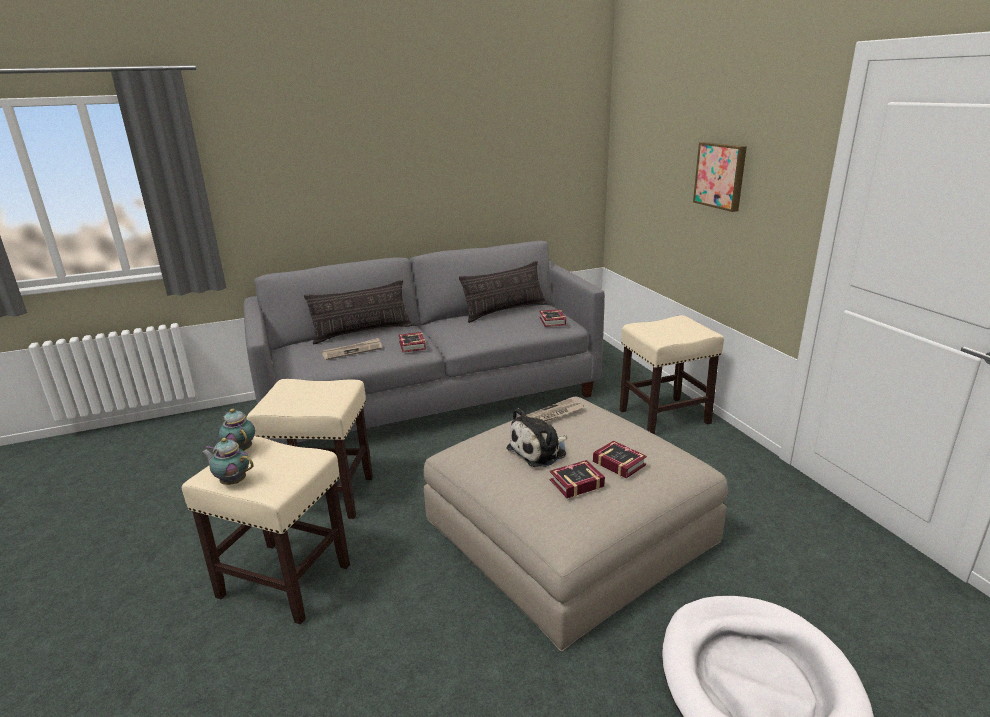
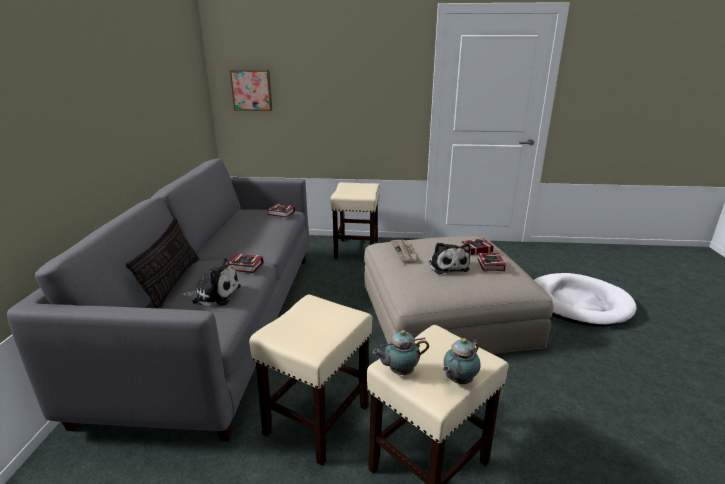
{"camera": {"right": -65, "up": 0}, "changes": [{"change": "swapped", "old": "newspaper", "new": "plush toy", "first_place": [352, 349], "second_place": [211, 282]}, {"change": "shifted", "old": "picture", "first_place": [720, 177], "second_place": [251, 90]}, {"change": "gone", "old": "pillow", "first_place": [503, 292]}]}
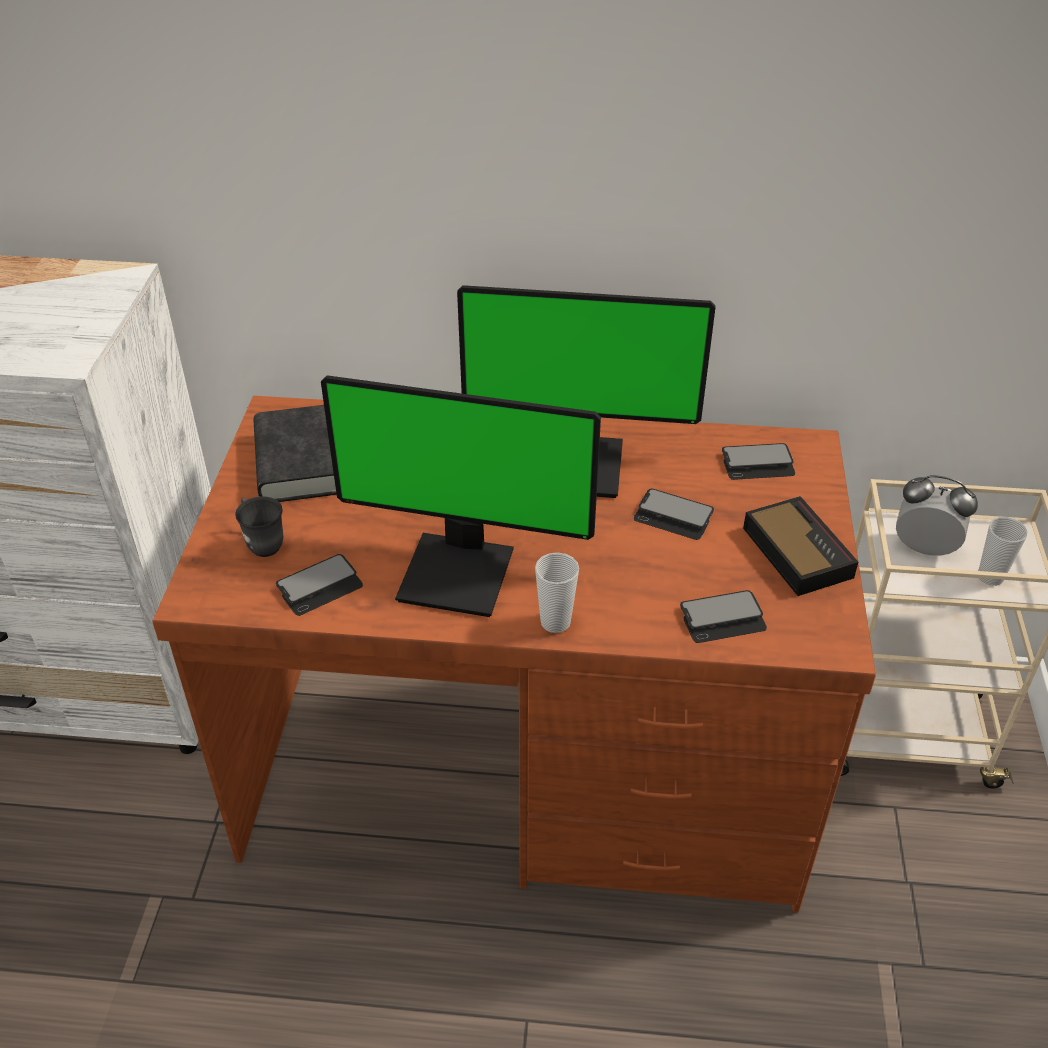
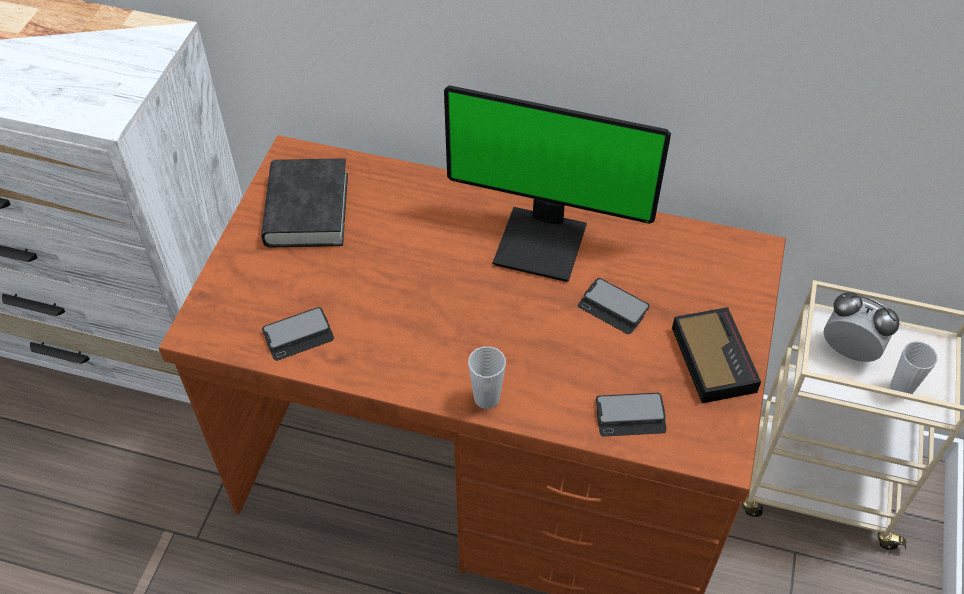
{"camera": {"right": 10, "up": 10}, "changes": [{"change": "gone", "old": "grey mug", "first_place": [259, 526]}, {"change": "gone", "old": "monitor", "first_place": [461, 496]}, {"change": "gone", "old": "phone", "first_place": [758, 461]}]}
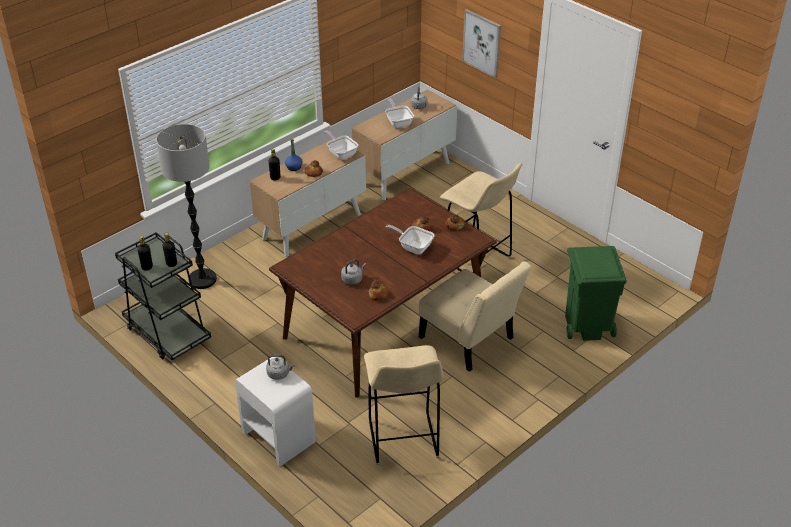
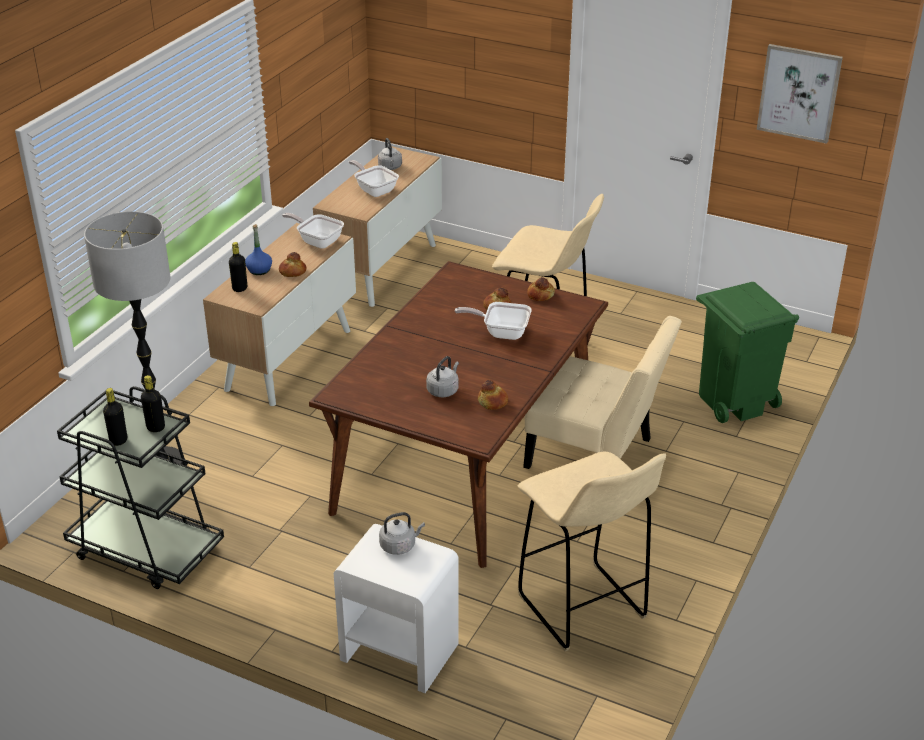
{"camera": {"right": -20, "up": -5}, "changes": [{"change": "shifted", "old": "picture", "first_place": [481, 43], "second_place": [800, 94]}]}
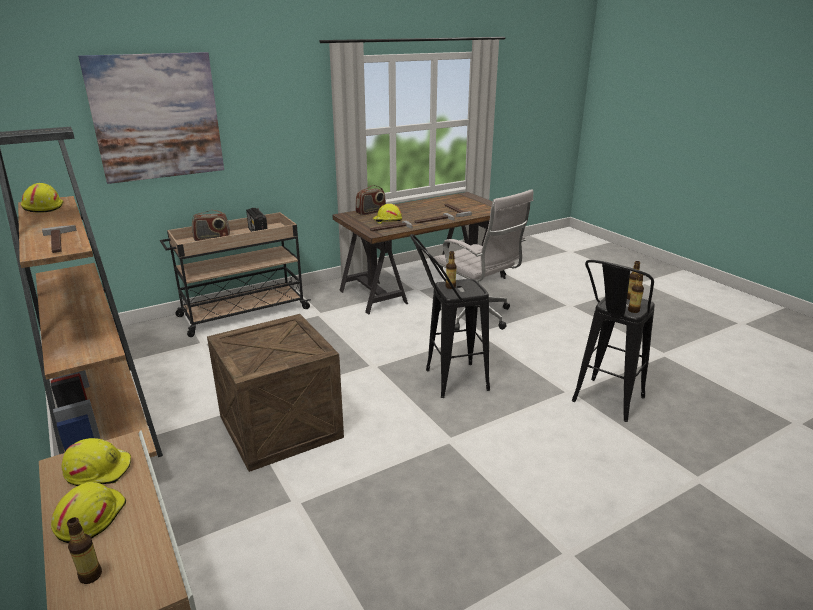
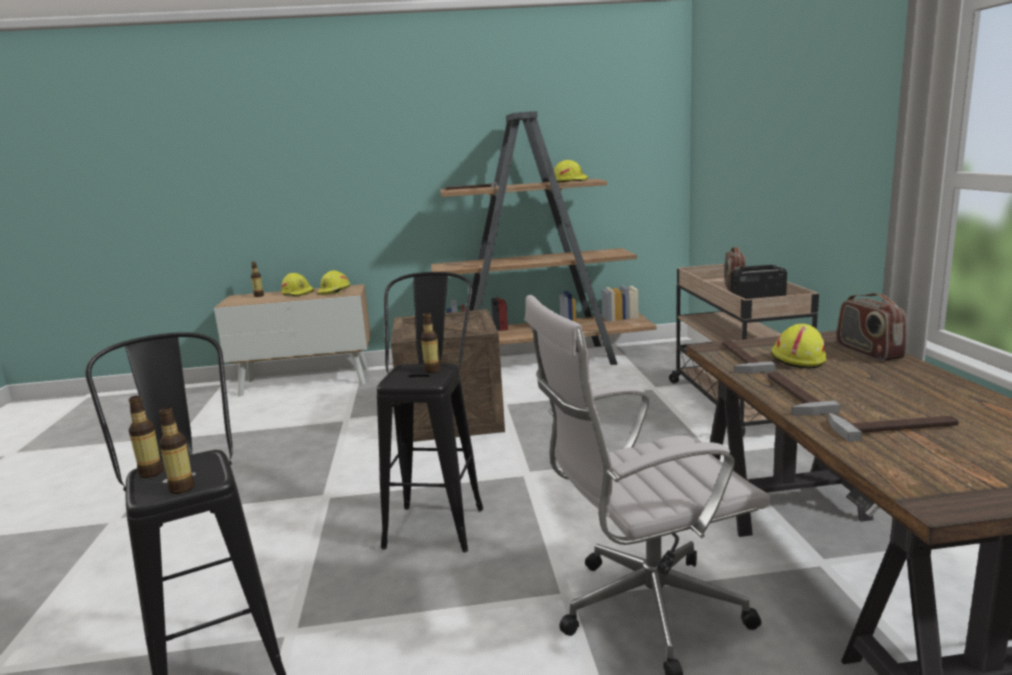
{"camera": {"right": 115, "up": -10}, "changes": [{"change": "gone", "old": "picture", "first_place": [151, 118]}]}
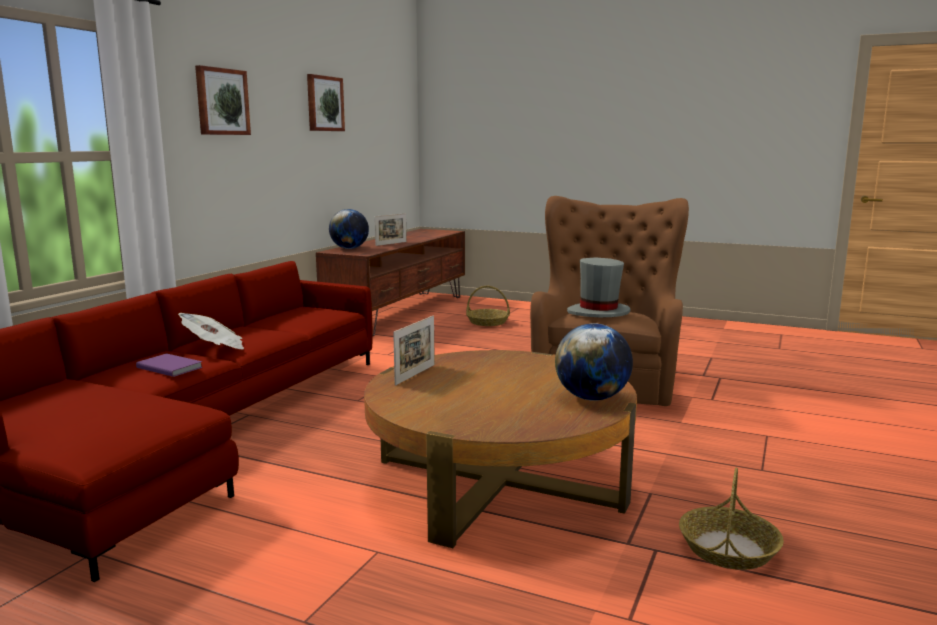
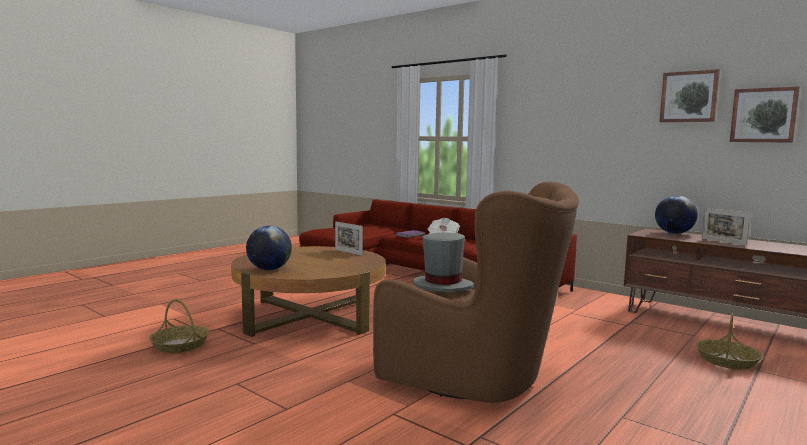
{"camera": {"right": 105, "up": -5}, "changes": [{"change": "shifted", "old": "picture", "first_place": [223, 100], "second_place": [765, 114]}]}
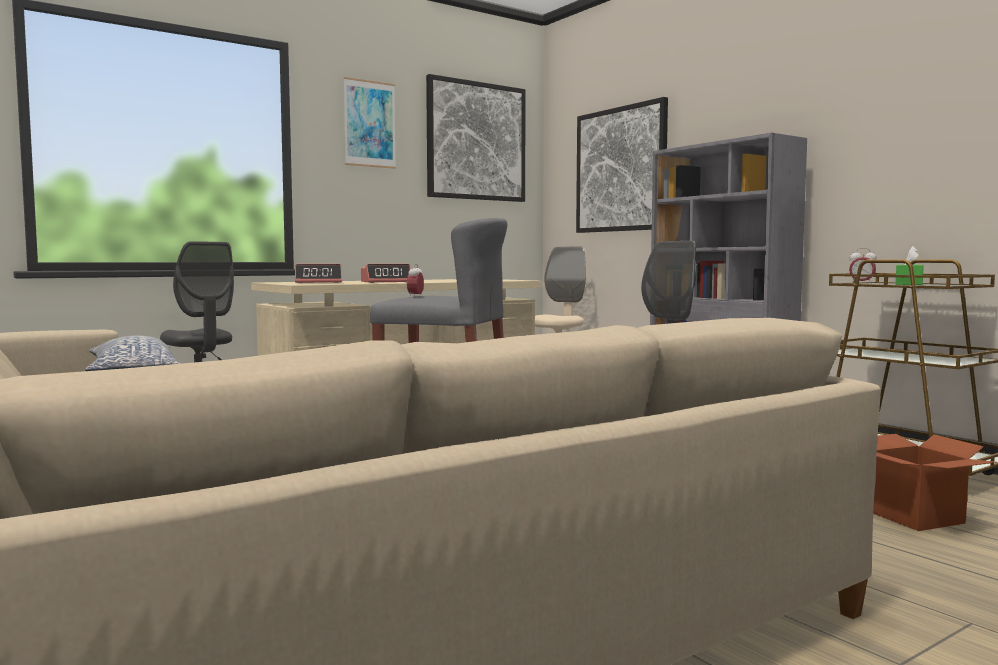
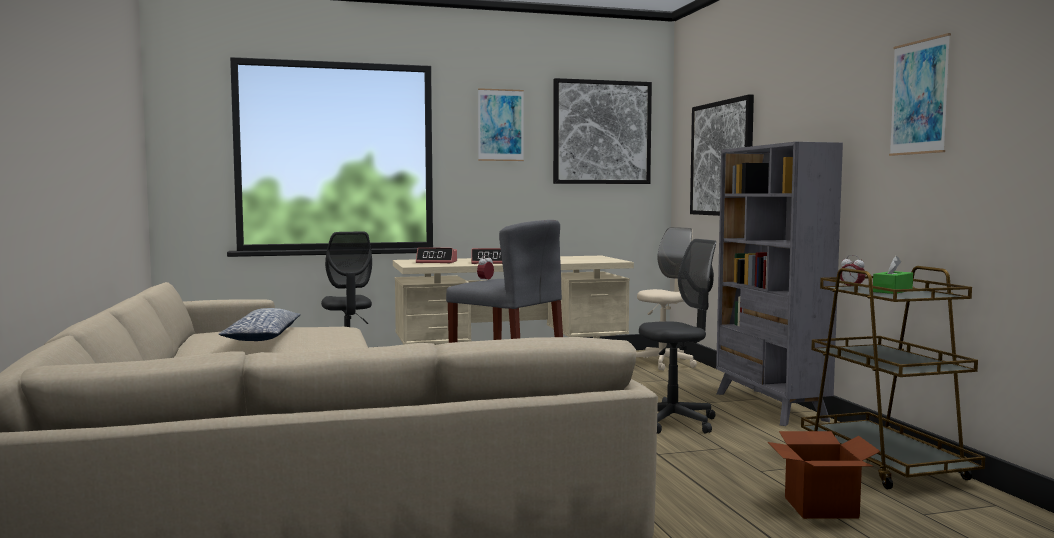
{"camera": {"right": 20, "up": 0}, "changes": [{"change": "new", "new": "picture", "second_place": [920, 94]}]}
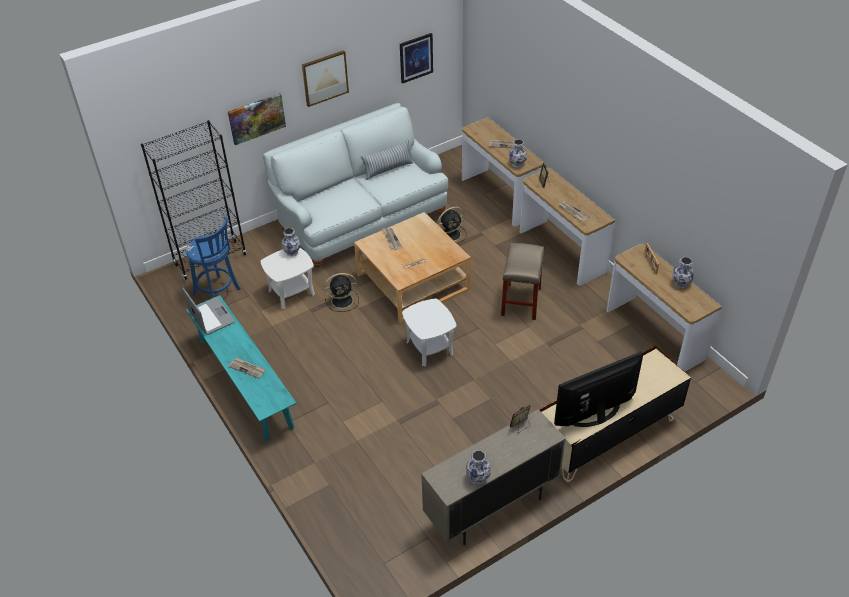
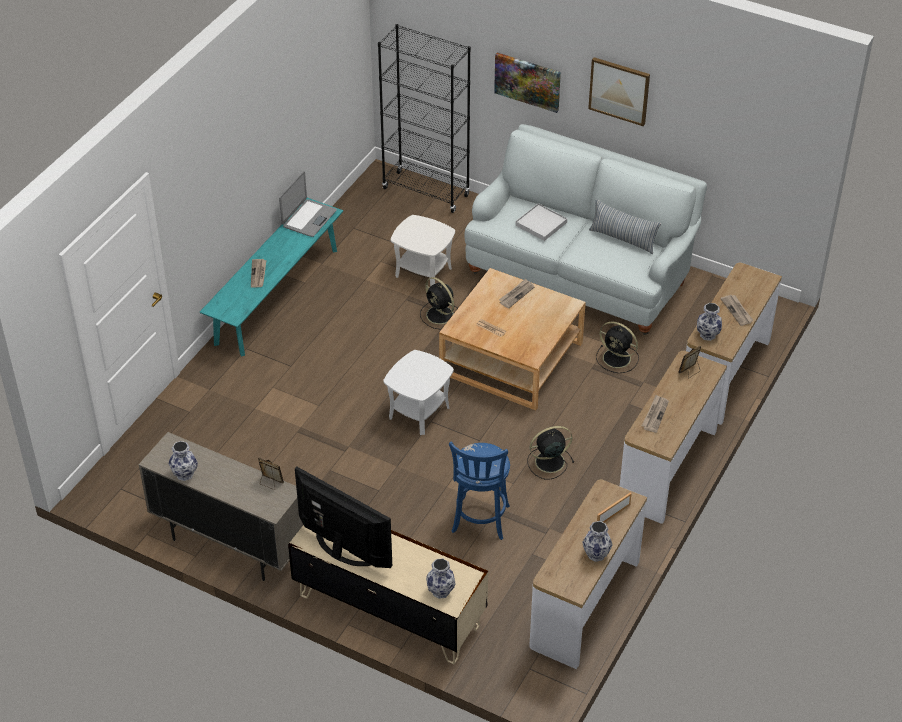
{"camera": {"right": 60, "up": 0}, "changes": [{"change": "shifted", "old": "vase", "first_place": [291, 242], "second_place": [441, 578]}, {"change": "shifted", "old": "blue stool", "first_place": [213, 258], "second_place": [479, 490]}, {"change": "new", "new": "white tray", "second_place": [541, 222]}, {"change": "swapped", "old": "beige stool", "new": "black fan", "first_place": [522, 281], "second_place": [551, 452]}, {"change": "gone", "old": "picture", "first_place": [416, 58]}]}
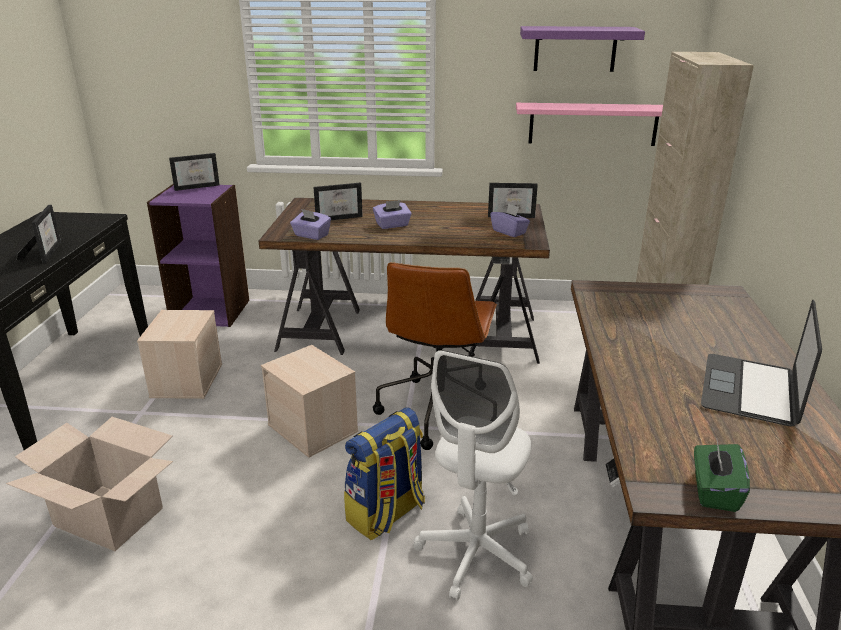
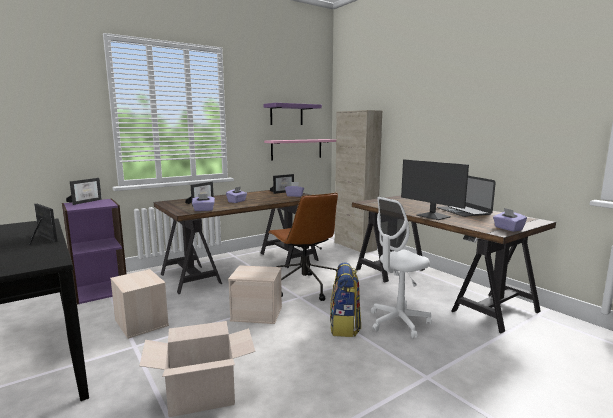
{"camera": {"right": -40, "up": -15}, "changes": [{"change": "rotated", "old": "white office chair", "first_place": [473, 475], "second_place": [401, 267], "degrees": 75}, {"change": "new", "new": "monitor", "second_place": [435, 190]}, {"change": "repainted", "old": "green tissue box", "new": "purple tissue box", "first_place": [722, 476], "second_place": [510, 220]}]}
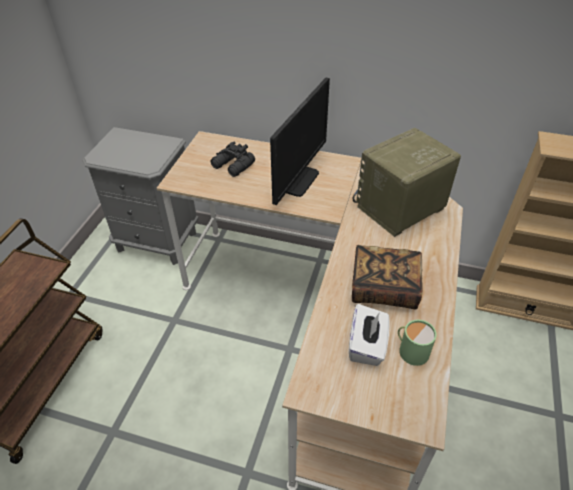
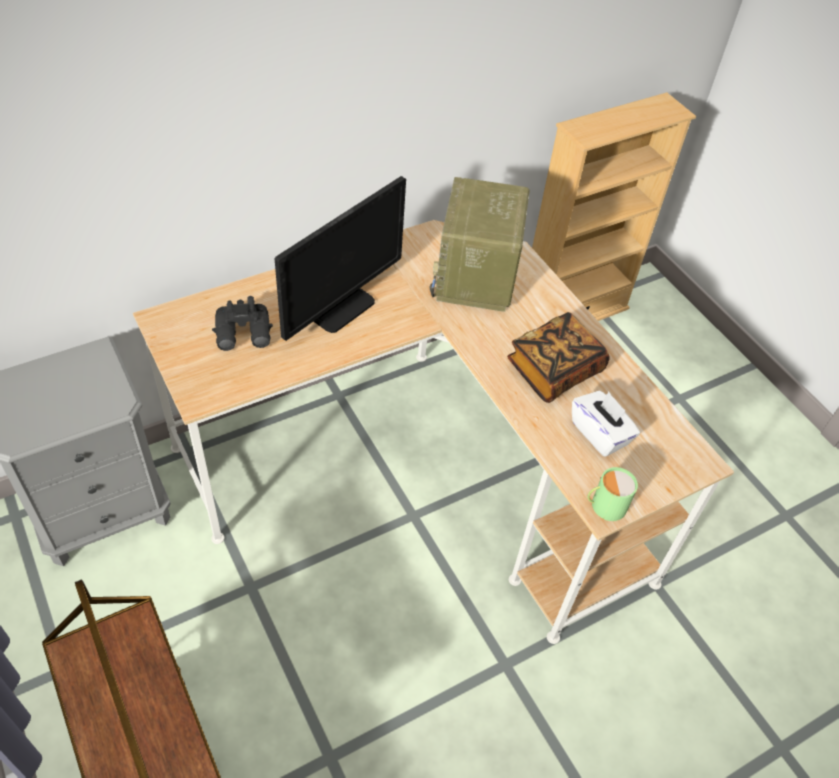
{"camera": {"right": -50, "up": 5}, "changes": [{"change": "rotated", "old": "monitor", "first_place": [300, 141], "second_place": [340, 258], "degrees": 60}, {"change": "shifted", "old": "green mug", "first_place": [417, 343], "second_place": [613, 494]}]}
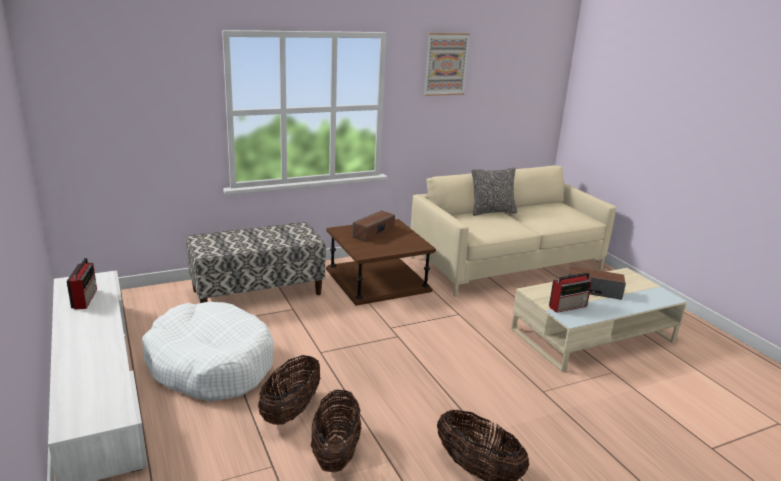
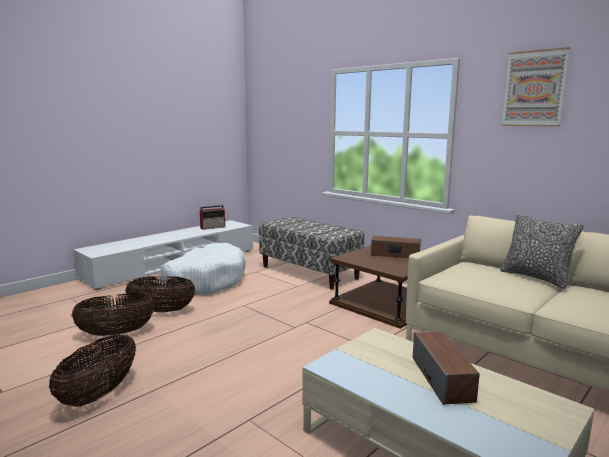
{"camera": {"right": 70, "up": -10}, "changes": [{"change": "gone", "old": "radio", "first_place": [570, 293]}]}
